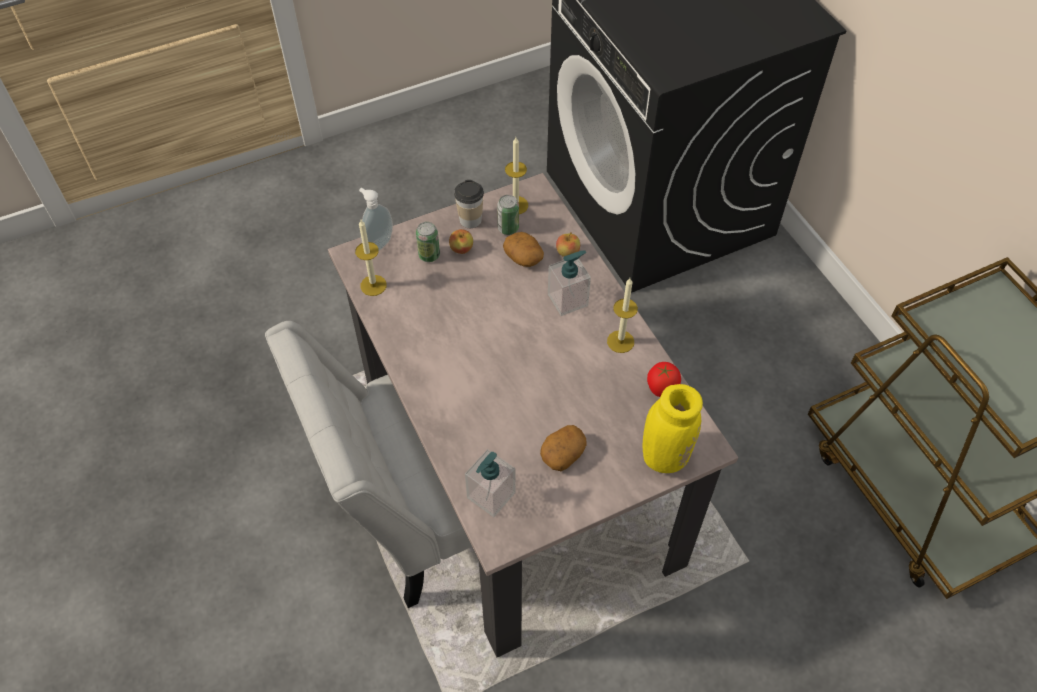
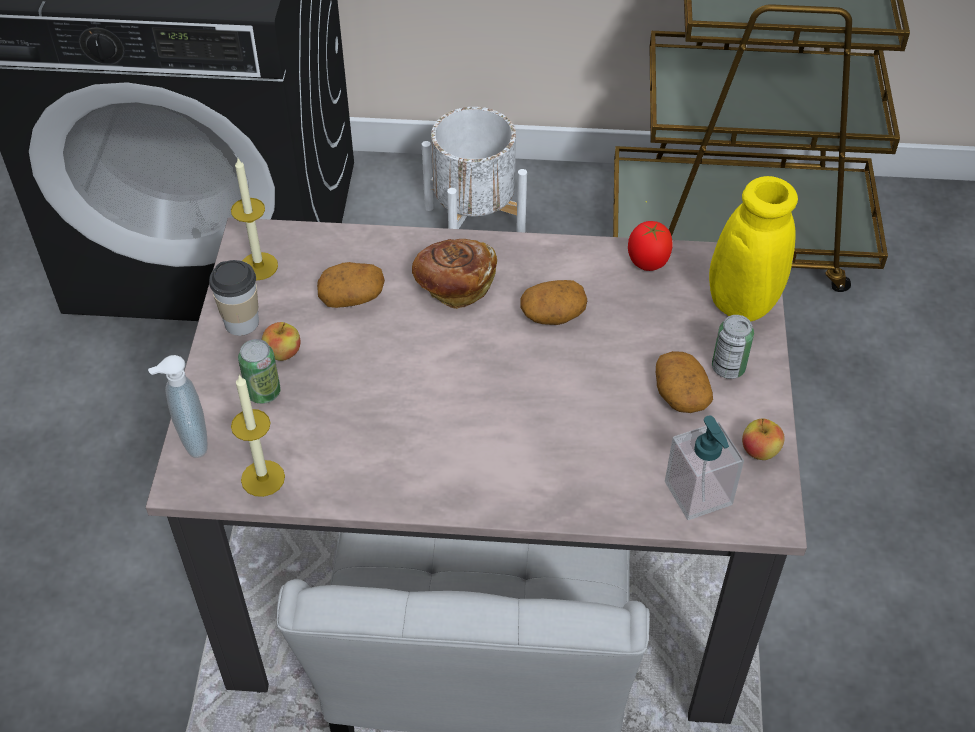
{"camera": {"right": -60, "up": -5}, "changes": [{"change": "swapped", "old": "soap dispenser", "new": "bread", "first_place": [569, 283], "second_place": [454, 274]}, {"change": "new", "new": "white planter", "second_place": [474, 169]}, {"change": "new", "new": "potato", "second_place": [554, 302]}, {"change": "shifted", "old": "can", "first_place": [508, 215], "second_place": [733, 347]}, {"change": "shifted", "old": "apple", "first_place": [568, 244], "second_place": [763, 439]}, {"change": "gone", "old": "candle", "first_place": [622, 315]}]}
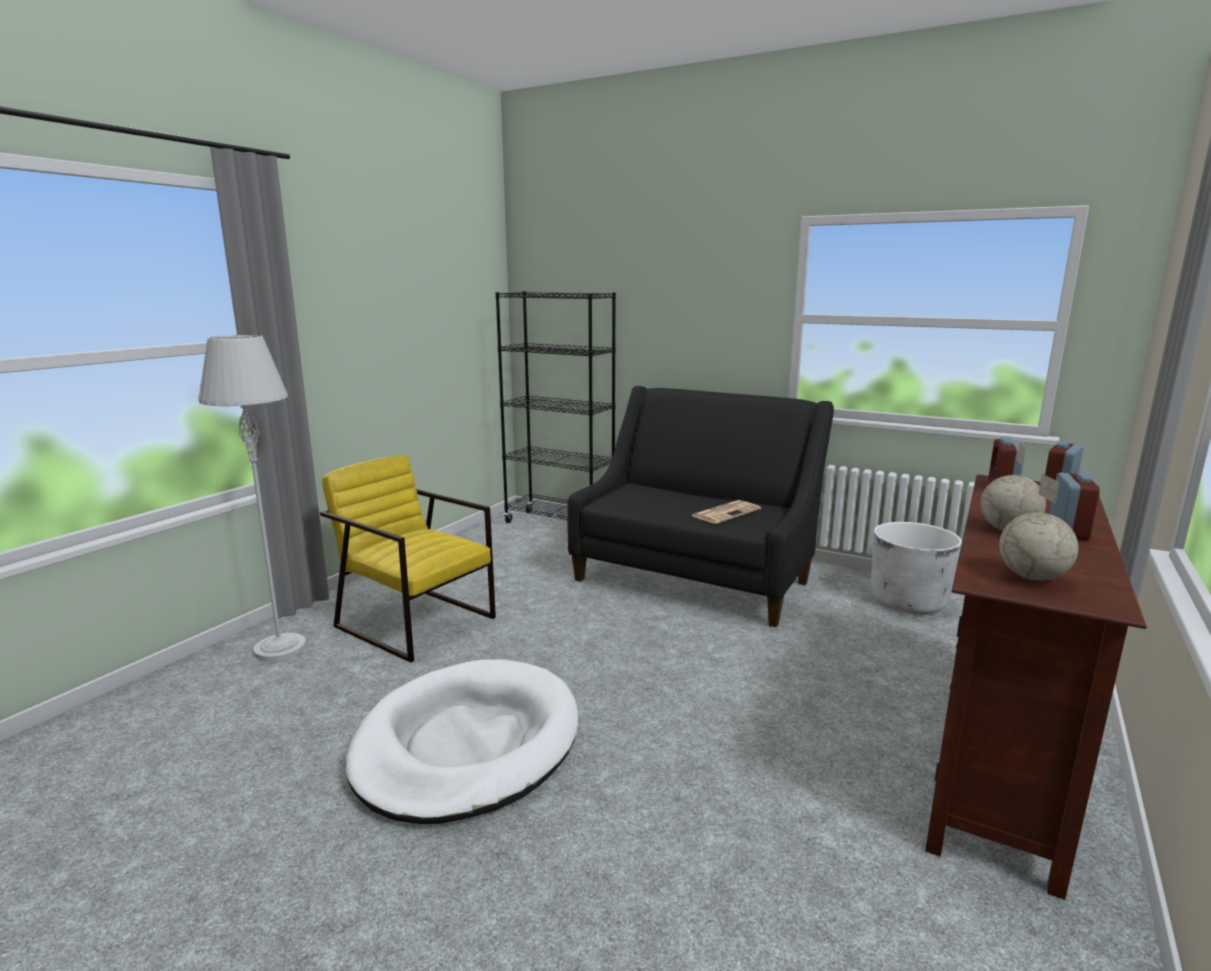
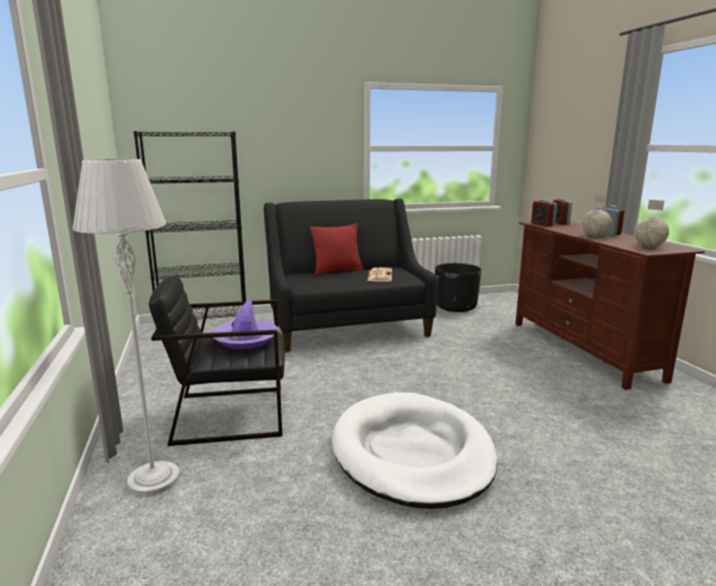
{"camera": {"right": -45, "up": 0}, "changes": [{"change": "repainted", "old": "yellow armchair", "new": "black armchair", "first_place": [408, 559], "second_place": [217, 360]}, {"change": "new", "new": "purple hat", "second_place": [245, 323]}, {"change": "new", "new": "red pillow", "second_place": [336, 249]}, {"change": "repainted", "old": "white planter", "new": "black planter", "first_place": [916, 568], "second_place": [458, 287]}]}
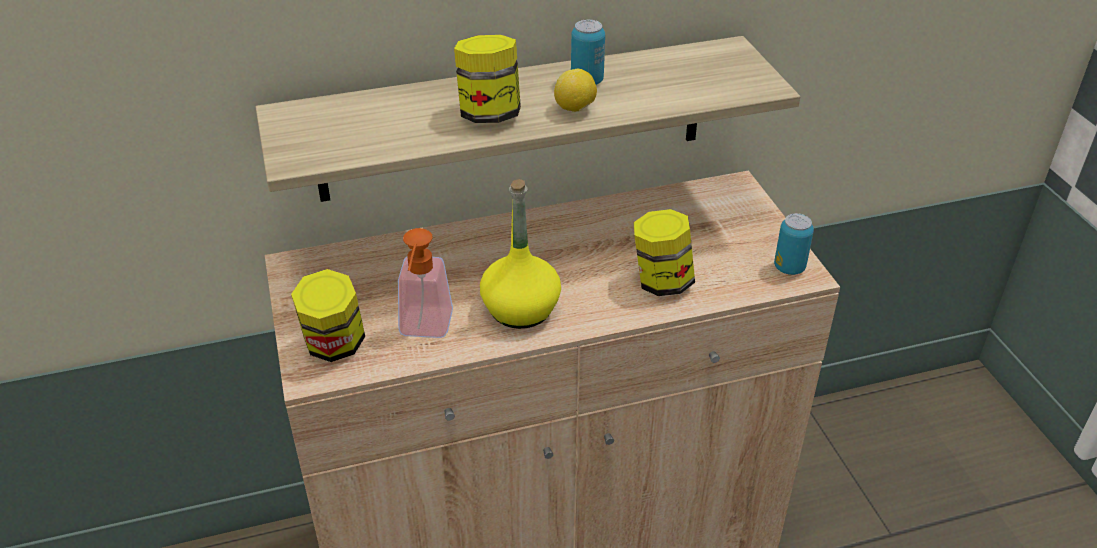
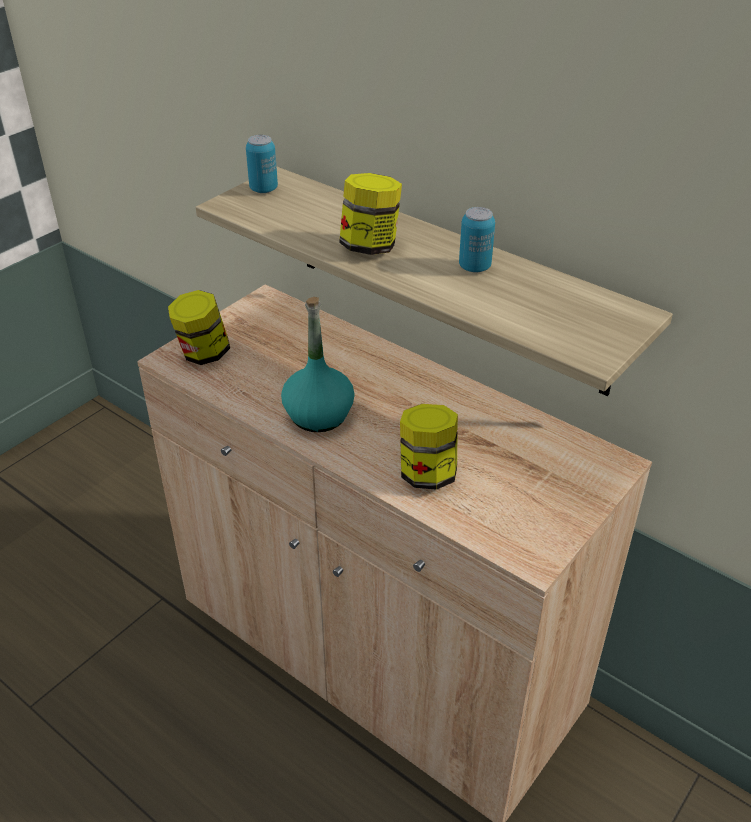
{"camera": {"right": 55, "up": 0}, "changes": [{"change": "shifted", "old": "can", "first_place": [794, 244], "second_place": [262, 164]}, {"change": "repainted", "old": "yellow bottle", "new": "turquoise bottle", "first_place": [520, 254], "second_place": [318, 364]}, {"change": "gone", "old": "soap dispenser", "first_place": [425, 283]}, {"change": "gone", "old": "lemon", "first_place": [575, 90]}]}
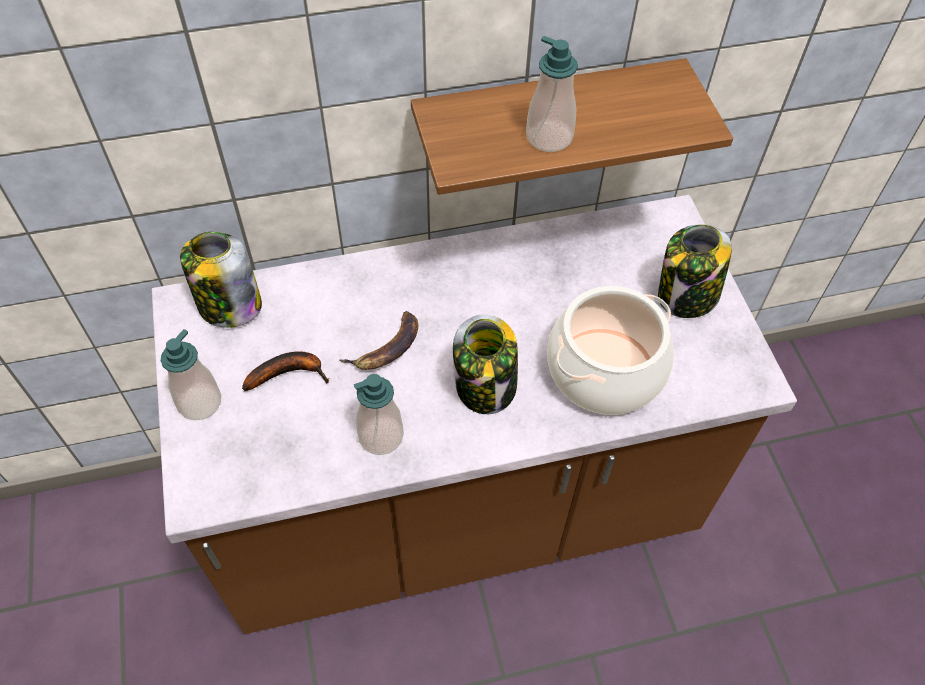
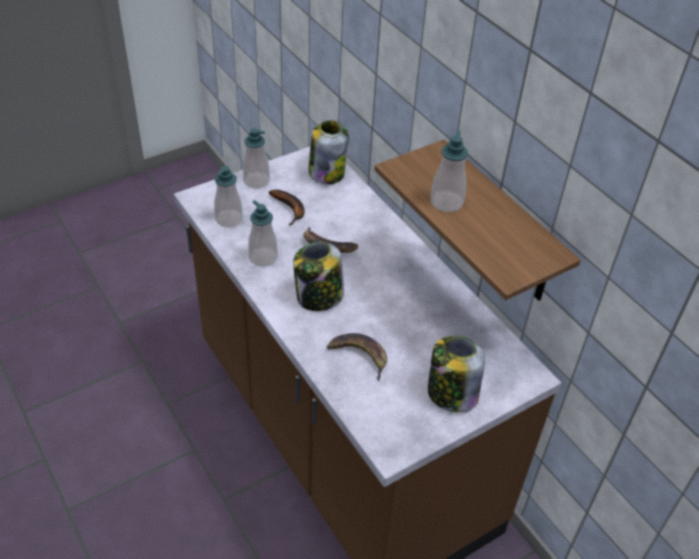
{"camera": {"right": 70, "up": -10}, "changes": [{"change": "new", "new": "soap dispenser", "second_place": [228, 197]}, {"change": "swapped", "old": "cooking pot", "new": "banana", "first_place": [610, 350], "second_place": [357, 357]}]}
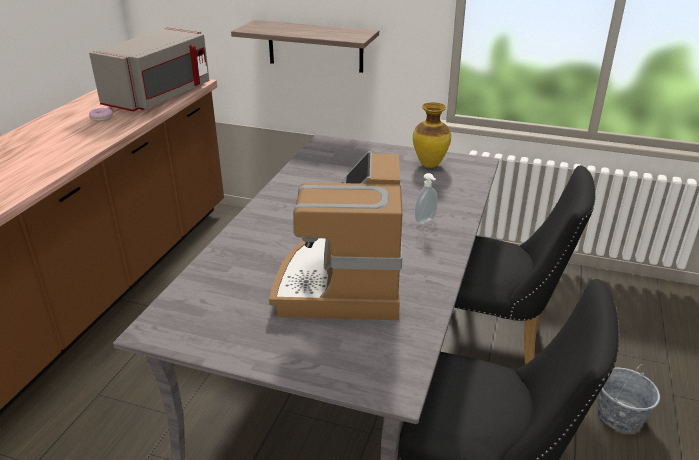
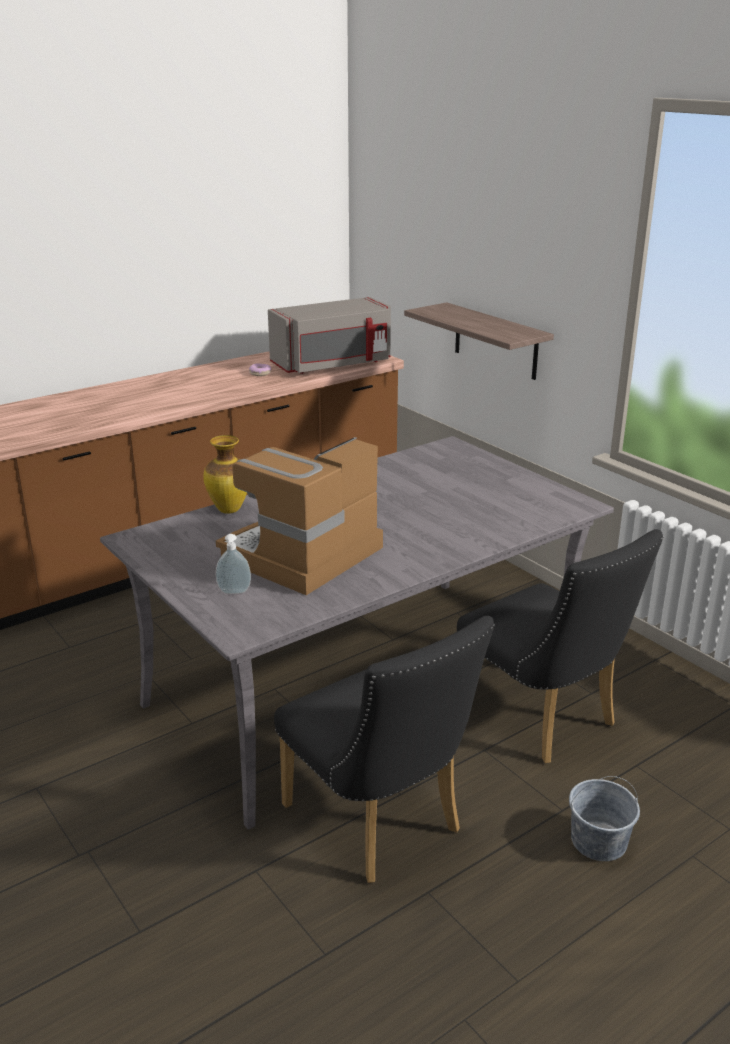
{"camera": {"right": 35, "up": -5}, "changes": [{"change": "shifted", "old": "vase", "first_place": [432, 135], "second_place": [225, 474]}, {"change": "shifted", "old": "soap dispenser", "first_place": [426, 198], "second_place": [233, 564]}]}
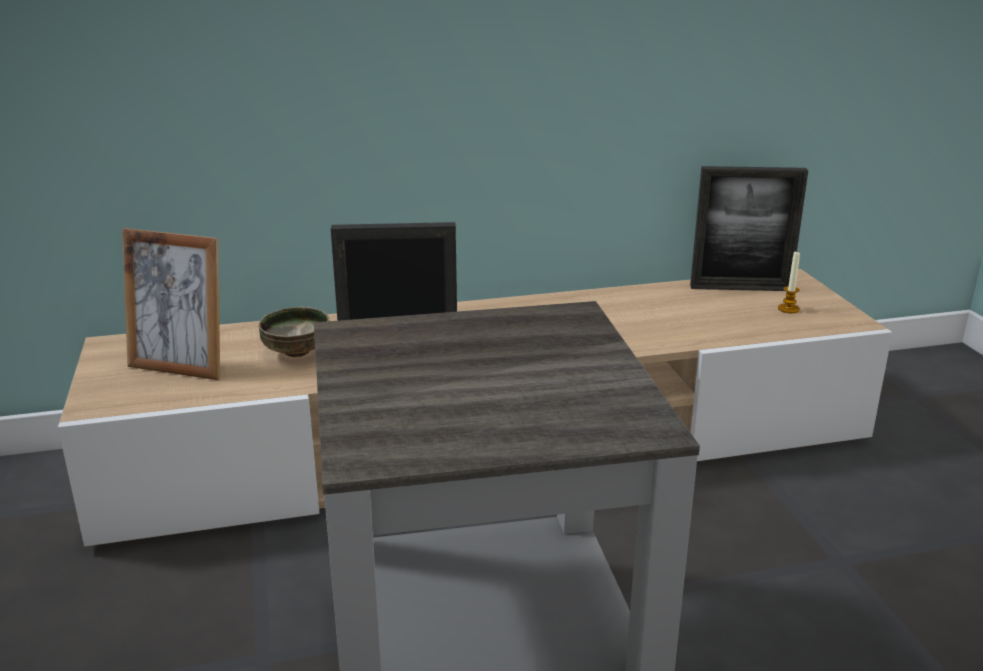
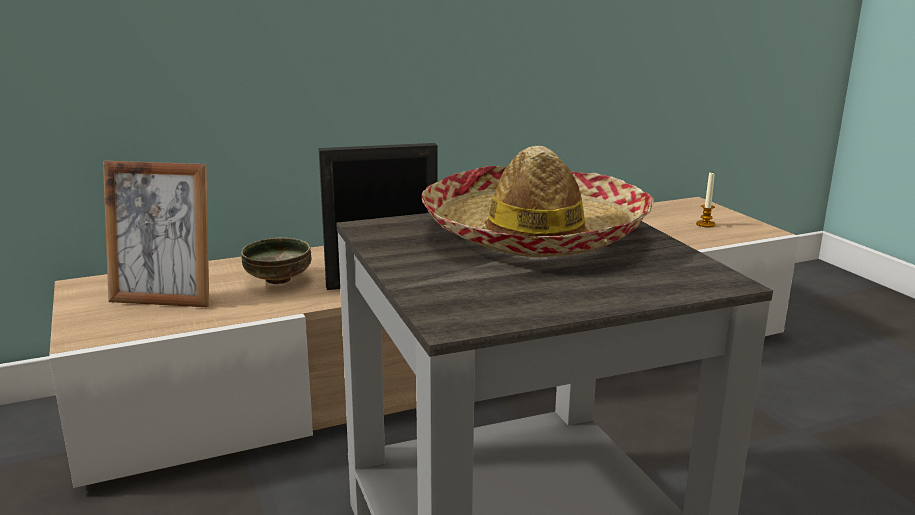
{"camera": {"right": -10, "up": -5}, "changes": [{"change": "new", "new": "hat", "second_place": [538, 201]}, {"change": "gone", "old": "picture frame", "first_place": [749, 228]}]}
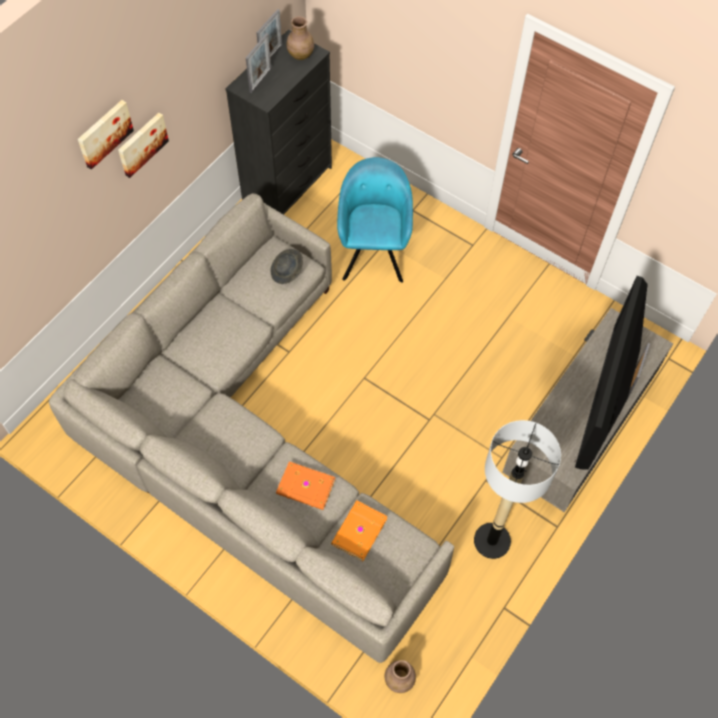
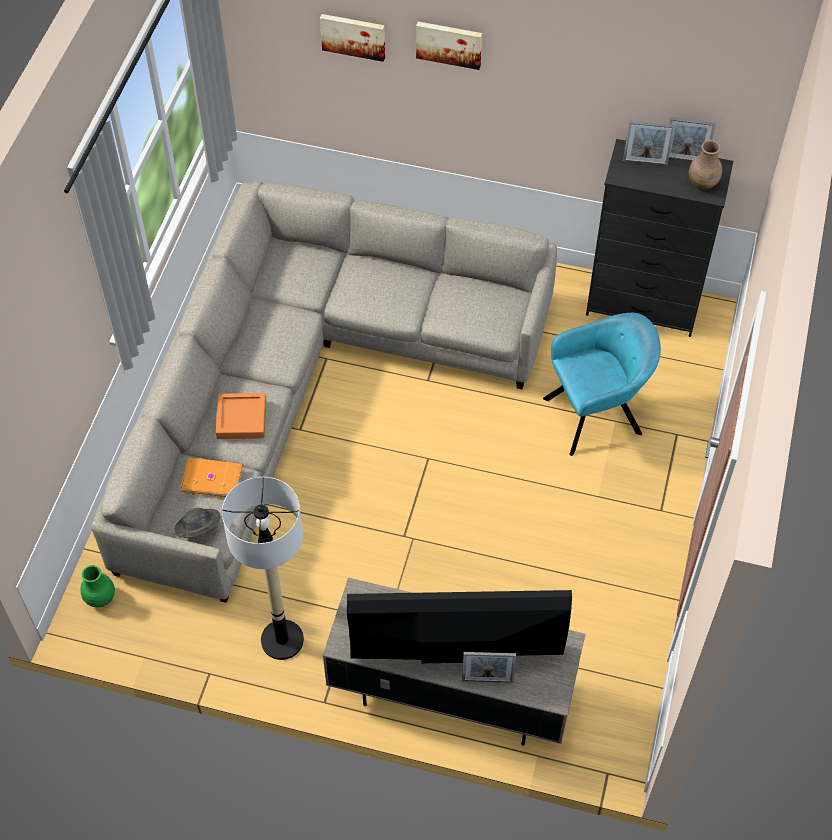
{"camera": {"right": 70, "up": -5}, "changes": [{"change": "repainted", "old": "brown vase", "new": "green vase", "first_place": [400, 676], "second_place": [98, 586]}, {"change": "shifted", "old": "grey hat", "first_place": [286, 266], "second_place": [197, 523]}, {"change": "swapped", "old": "orange book", "new": "orange tray", "first_place": [306, 485], "second_place": [241, 416]}, {"change": "shifted", "old": "picture", "first_place": [143, 145], "second_place": [352, 38]}]}
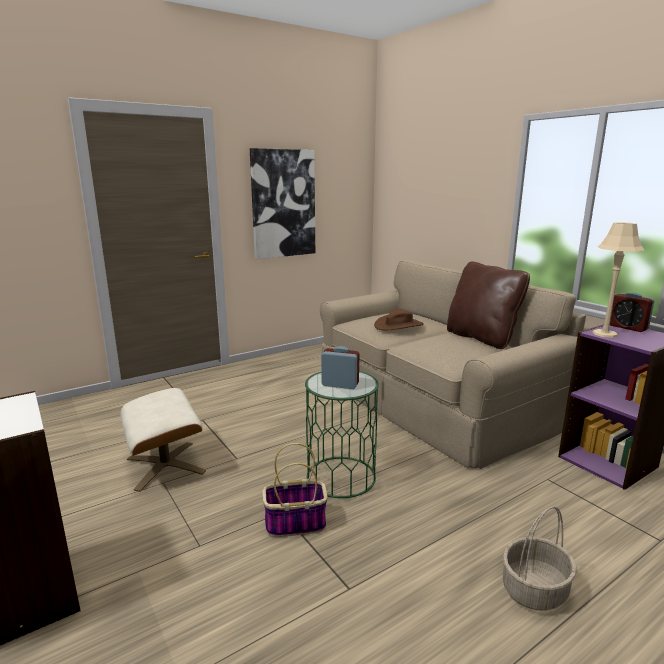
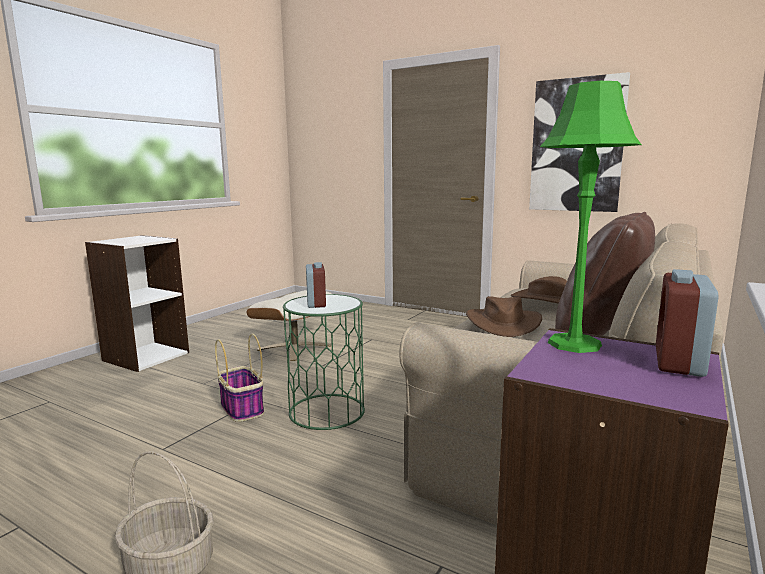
{"camera": {"right": 65, "up": -5}, "changes": [{"change": "new", "new": "brown hat", "second_place": [504, 316]}, {"change": "repainted", "old": "beige table lamp", "new": "green table lamp", "first_place": [618, 280], "second_place": [591, 217]}]}
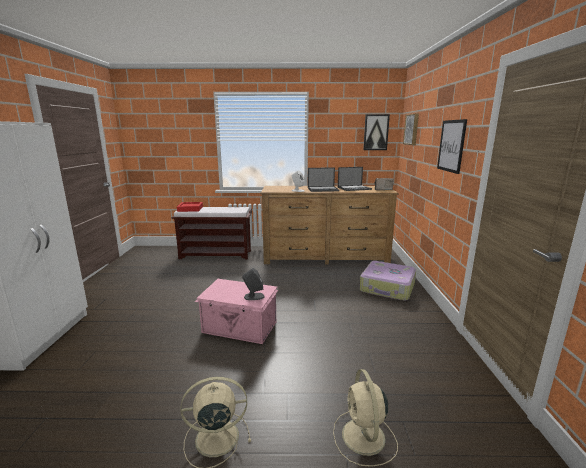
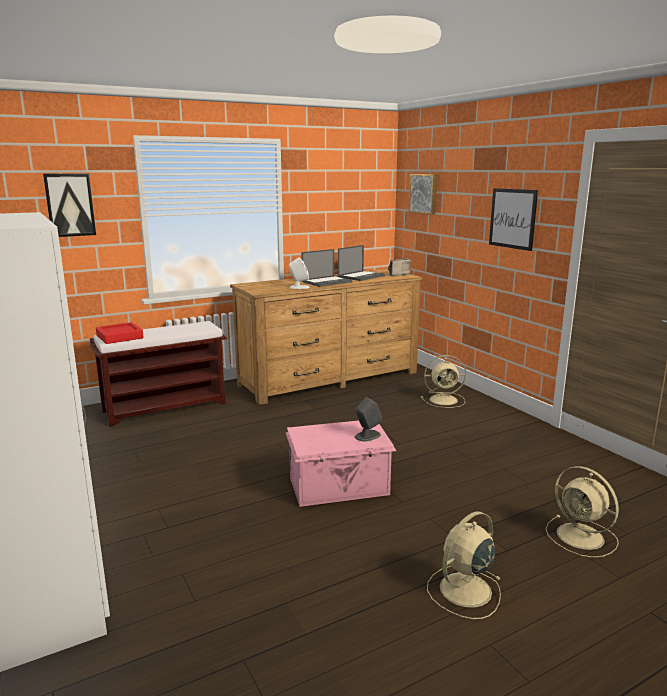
{"camera": {"right": -30, "up": 0}, "changes": [{"change": "shifted", "old": "picture", "first_place": [376, 132], "second_place": [69, 205]}, {"change": "swapped", "old": "suitcase", "new": "beige fan", "first_place": [388, 281], "second_place": [443, 381]}]}
